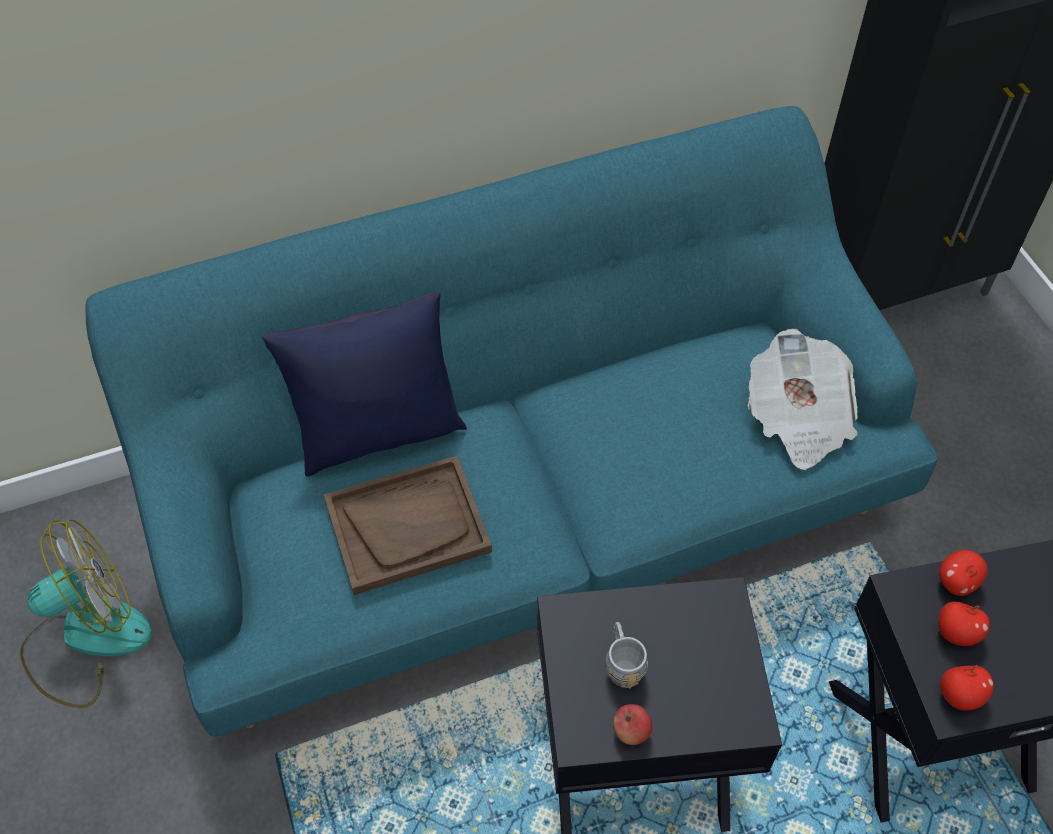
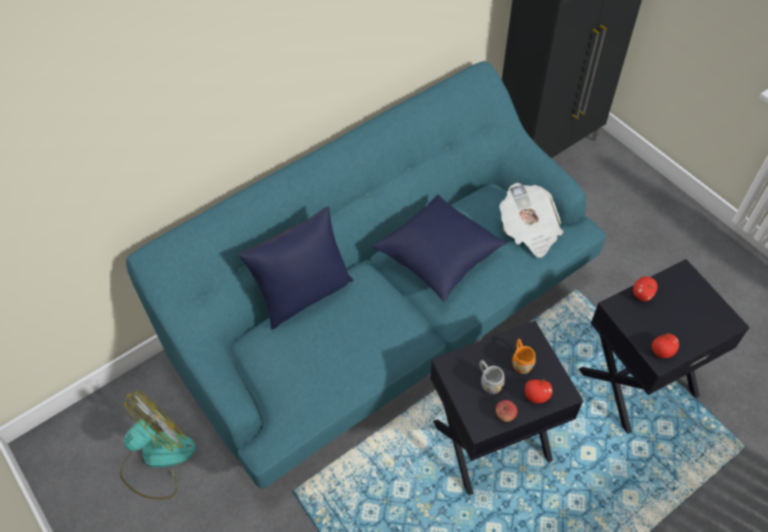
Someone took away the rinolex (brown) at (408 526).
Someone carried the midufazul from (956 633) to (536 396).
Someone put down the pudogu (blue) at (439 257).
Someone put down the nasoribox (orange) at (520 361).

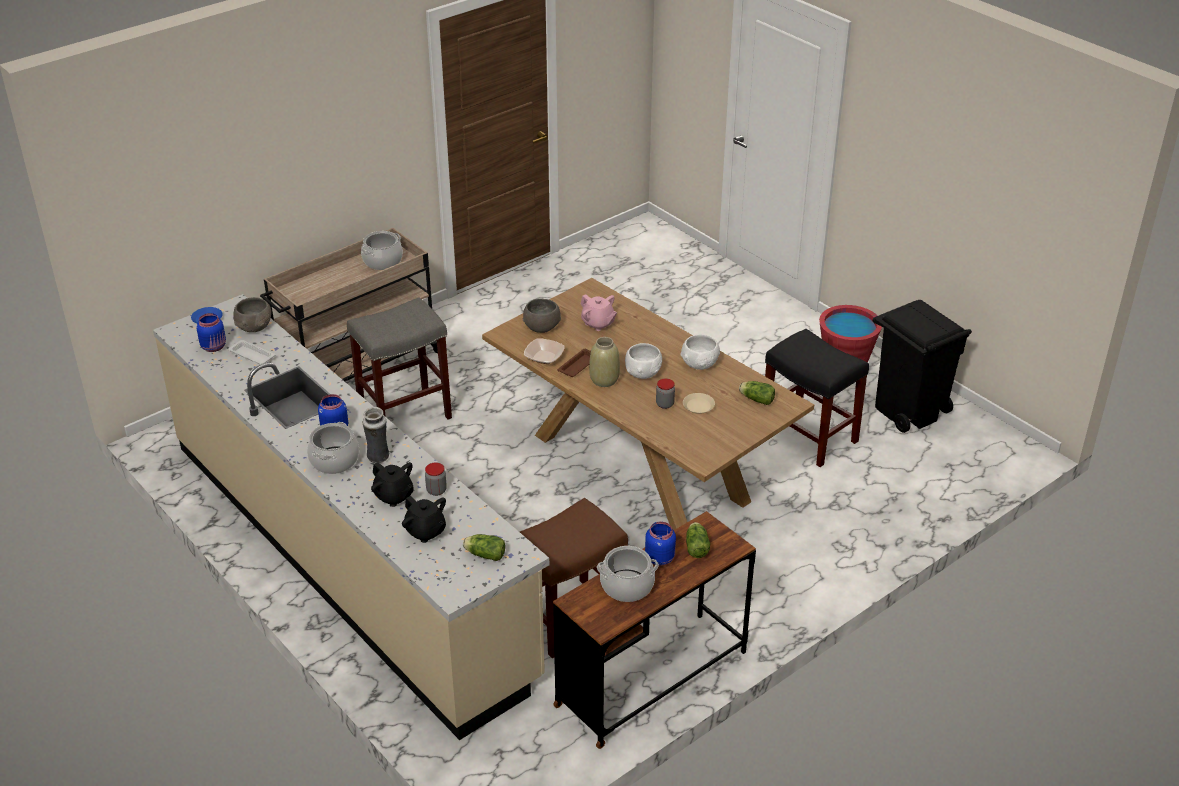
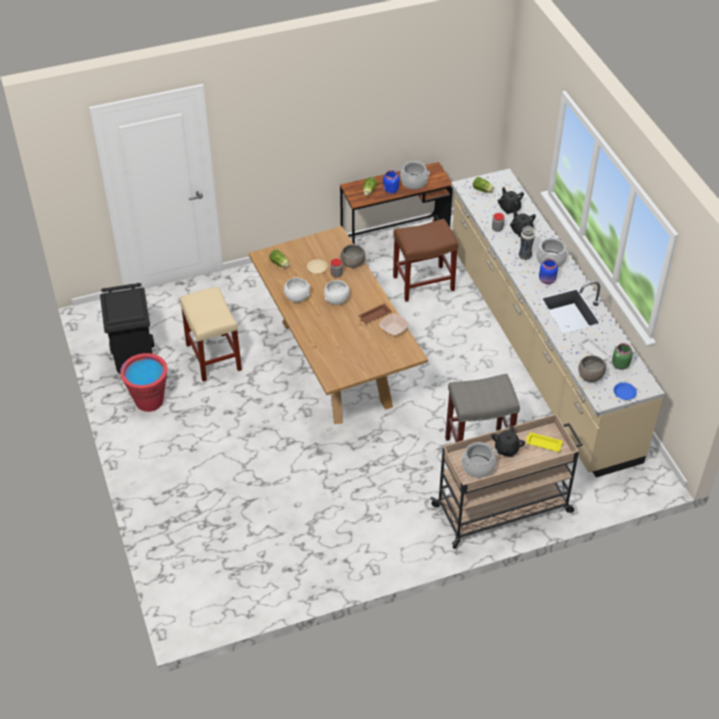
Someone took away the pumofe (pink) at (598 323).
Someone carried the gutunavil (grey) from (542 327) to (353 263).
Someone repainted the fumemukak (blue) at (214 347), which became the fumemukak (green) at (619 364).
Someone repainted the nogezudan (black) at (807 435), which became the nogezudan (beige) at (214 358).
Someone took away the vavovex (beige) at (604 380).
Someone put down the pumofe (black) at (506 449).
Someone put down the rinolex (yellow) at (543 443).

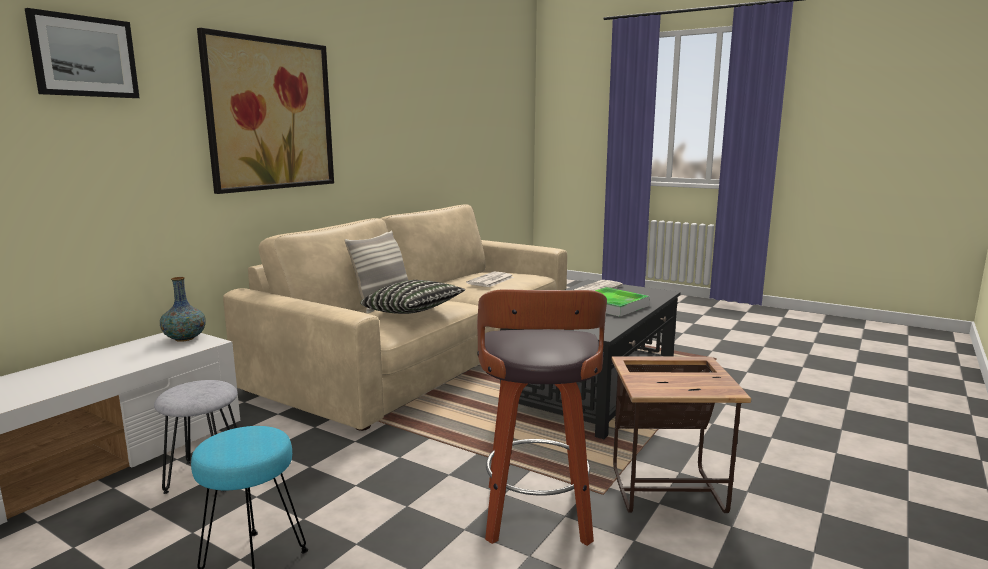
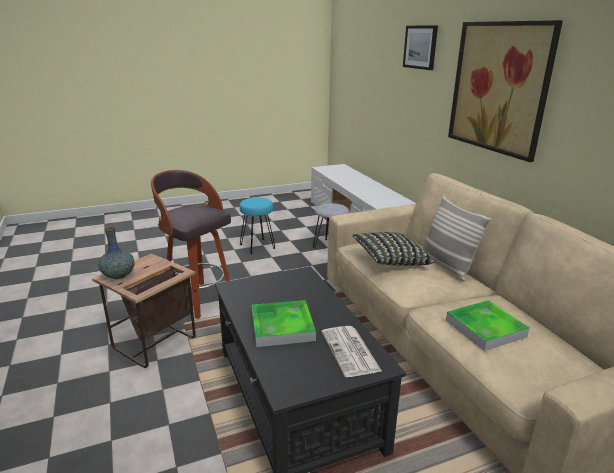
Someone swapped the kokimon at (490 280) for the rinolex at (485 328).
Someone carried the vavovex from (184 338) to (119 275).

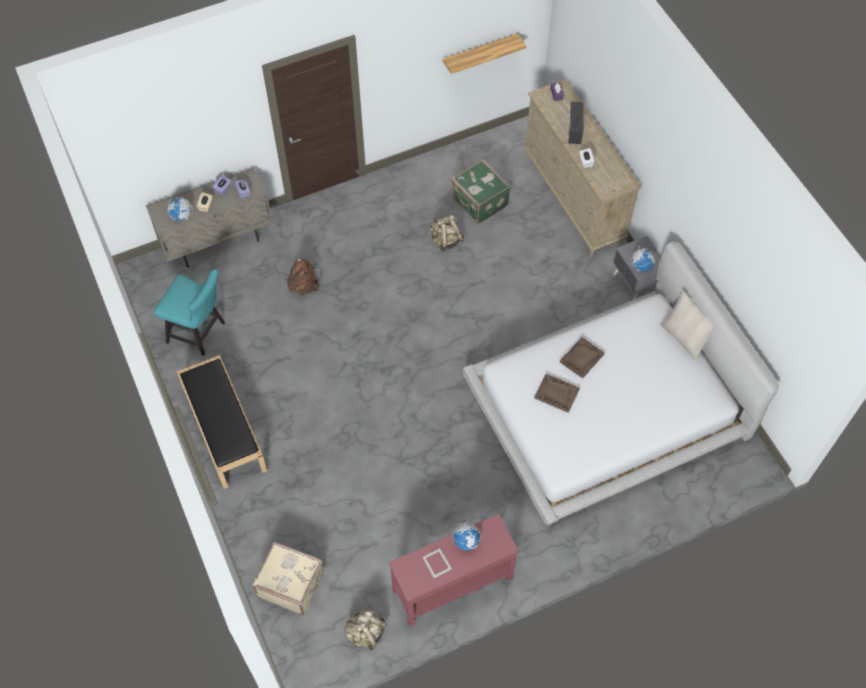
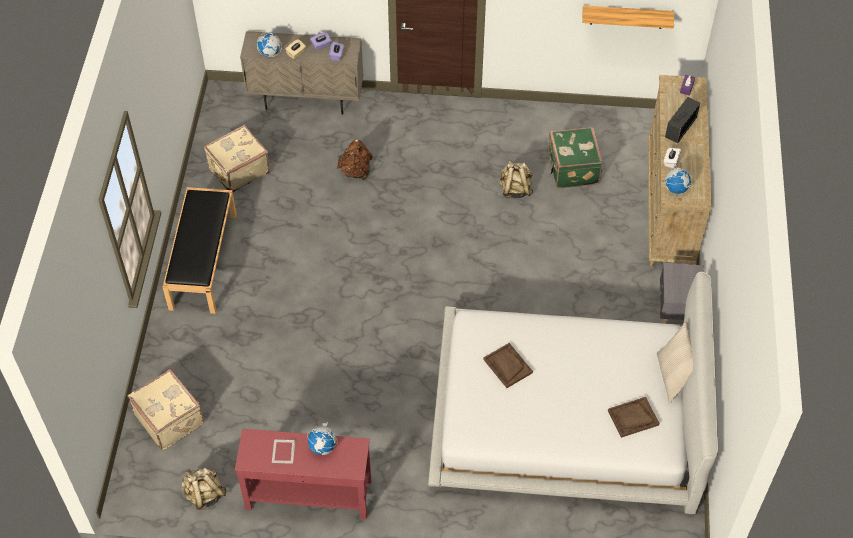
Someone carried the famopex from (641 266) to (676 188).
Someone swapped the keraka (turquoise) at (200 333) for the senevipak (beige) at (238 170).
Someone carried the rinolex (brown) from (581 358) to (633 418).

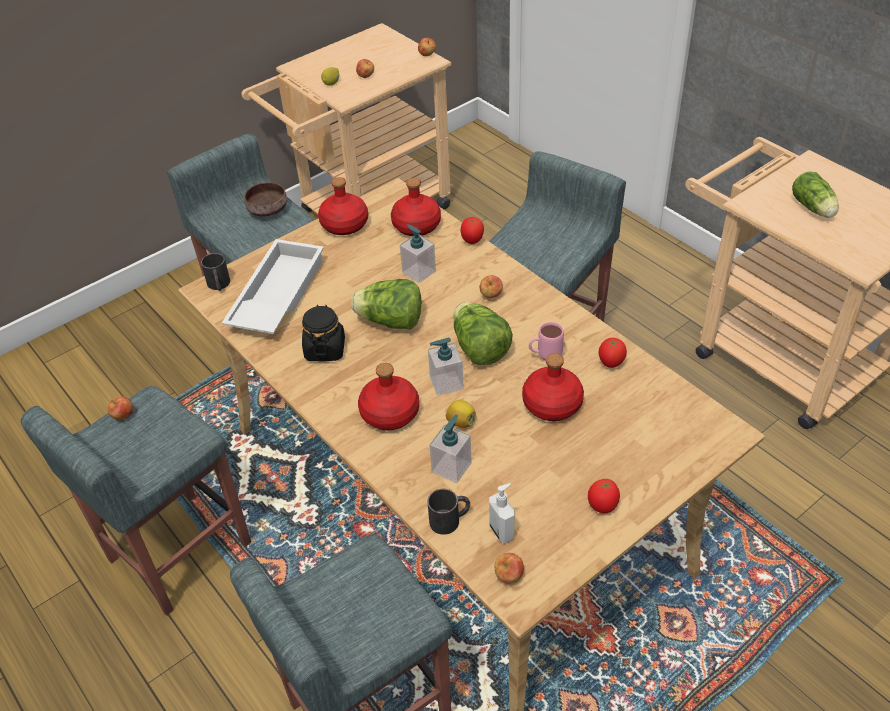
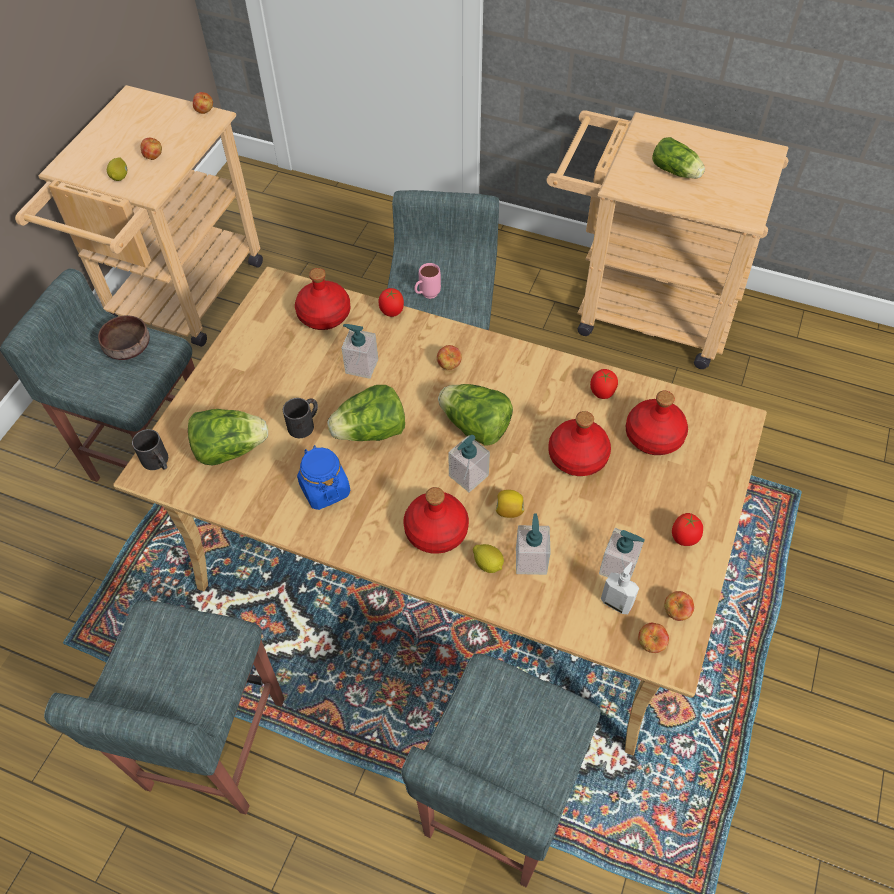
Someone carried the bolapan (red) from (345 225) to (654 436).
Someone swapped the rinolex (white) at (276 295) for the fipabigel at (230 449).
Someone repainted the fumemukak (black) at (325 349), which became the fumemukak (blue) at (325 489).
Someone carried the nasoribox (pink) from (544 357) to (426 295).
Someone carried the midufazul from (123 416) to (676 612).
Someone carried the nasoribox (black) from (450 520) to (305 424).
Someone put down the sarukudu at (618 567).
Someone put down the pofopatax at (488 564).

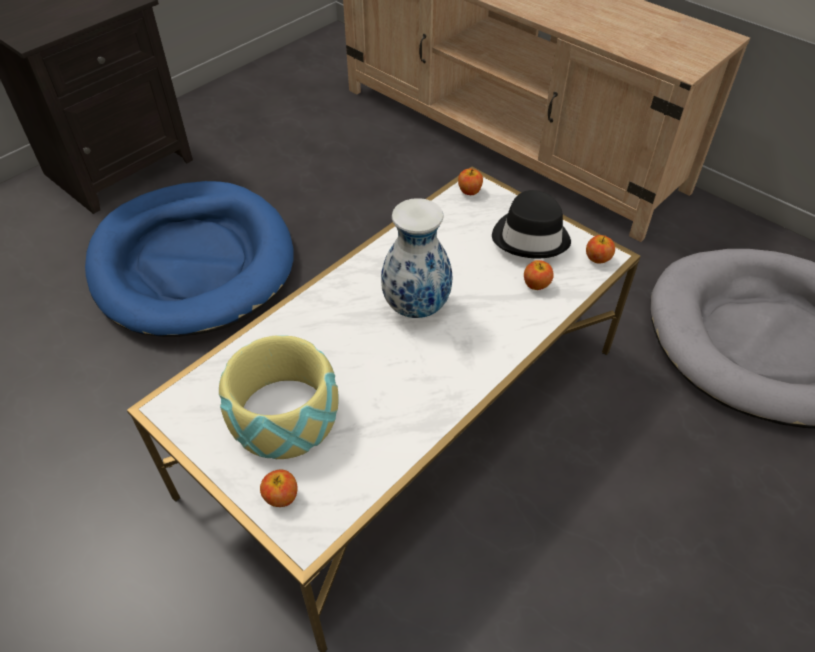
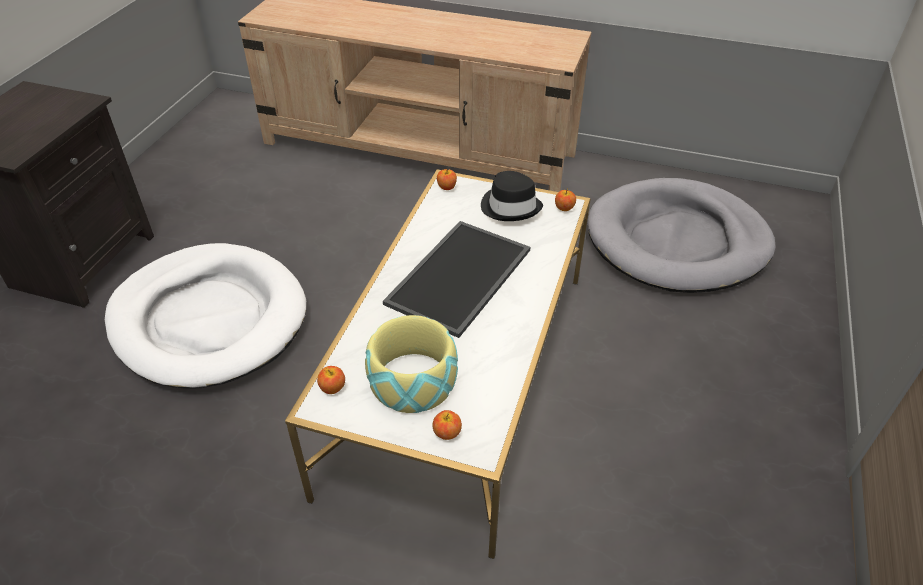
Someone repainted the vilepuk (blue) at (193 263), which became the vilepuk (white) at (209 319).
Someone swapped the vavovex at (416 308) for the rinolex at (460 278).
Someone carried the midufazul from (536 284) to (332 388).

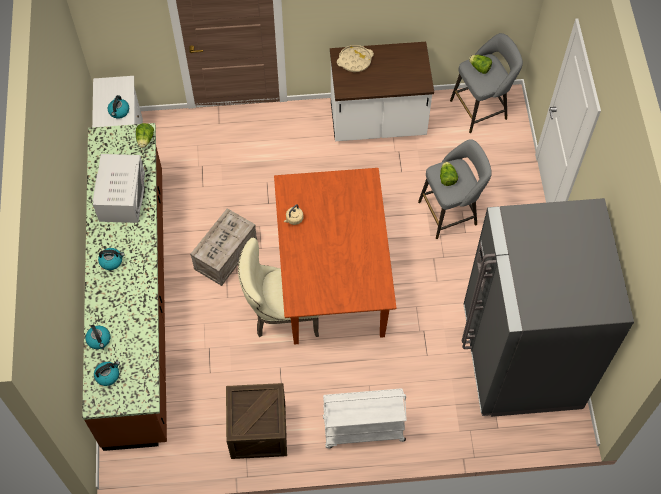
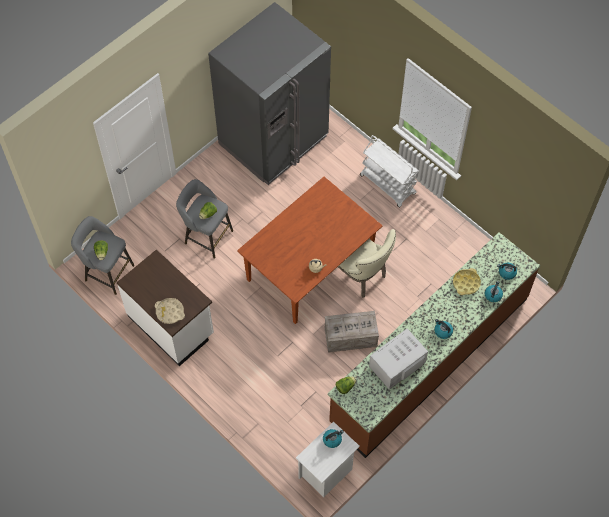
Someone took away the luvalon at (258 430).
Someone put down the rinolex (yellow) at (466 283).

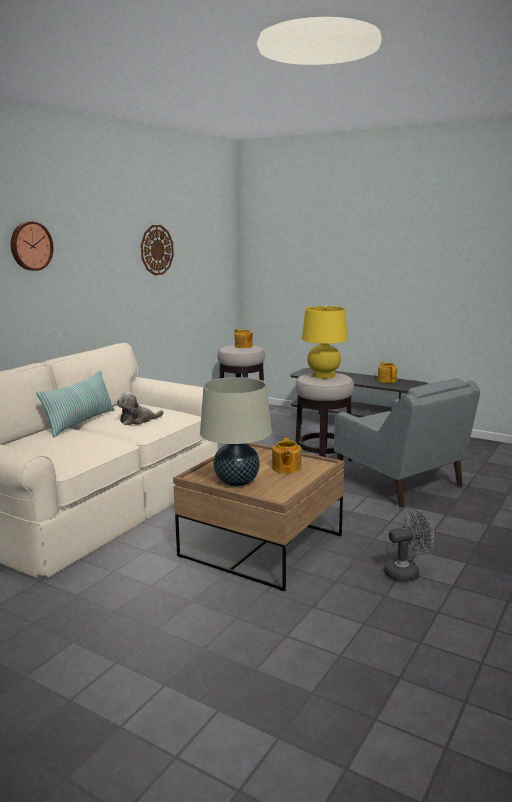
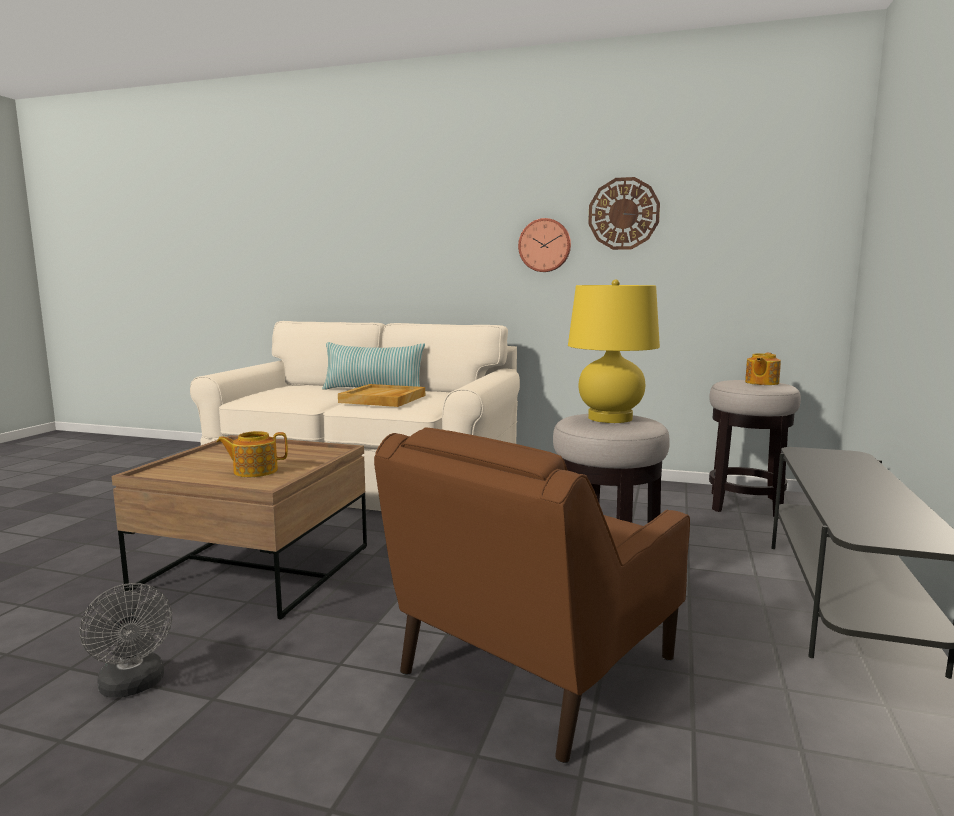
Someone carried the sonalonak from (30 246) to (545 245).
Someone took away the pumofe at (387 380).
Someone took away the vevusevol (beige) at (236 482).
Someone repainted the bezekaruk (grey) at (400 483), which became the bezekaruk (brown) at (535 668).
Someone swapped the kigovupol at (138 420) for the rinolex (beige) at (383 399).

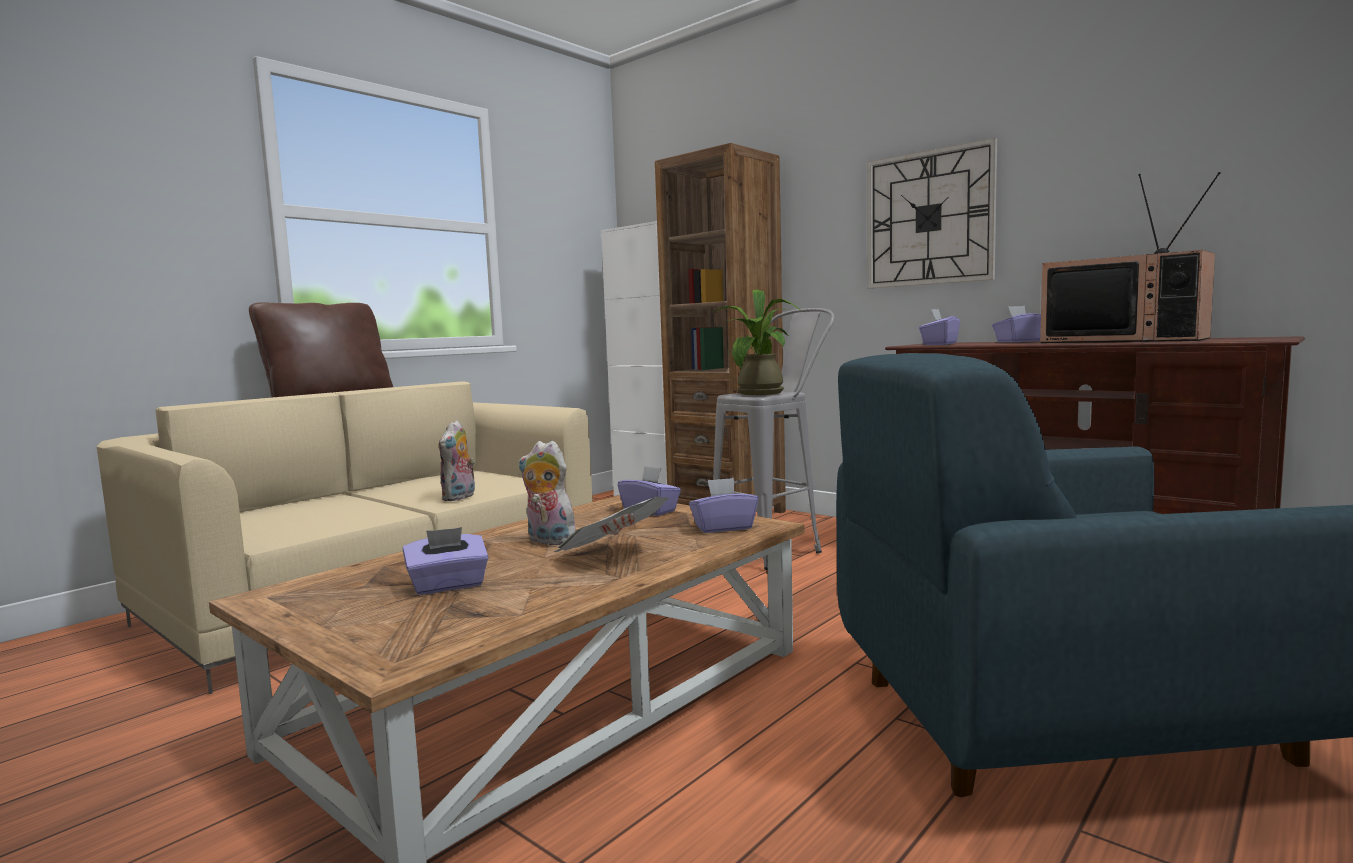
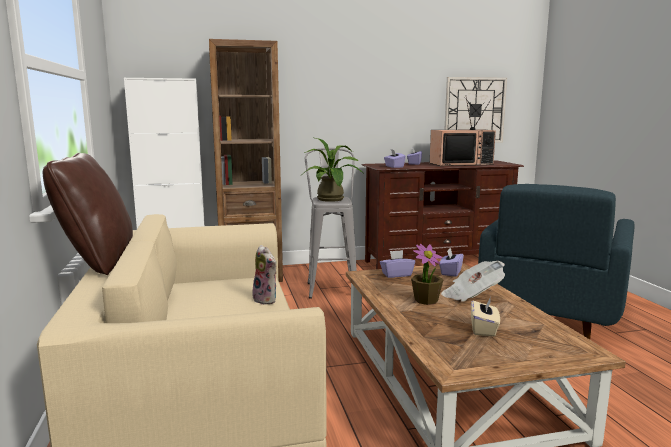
Someone carried the sonalonak from (929 218) to (474 110).
Someone swapped the kigovupol at (548 541) for the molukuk at (426 300).
Someone repainted the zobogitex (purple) at (448 586), which became the zobogitex (beige) at (484 329).

